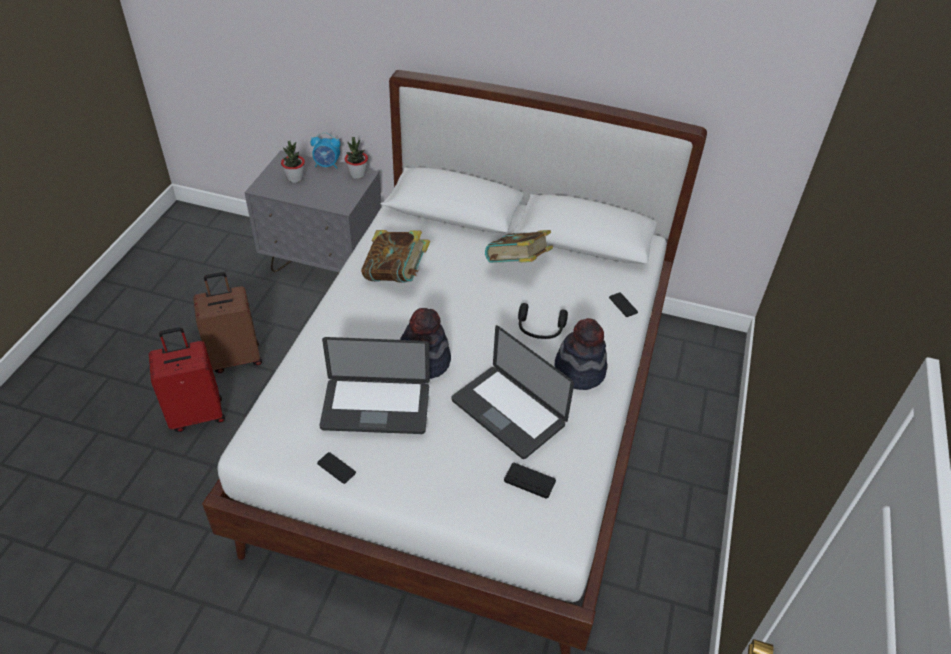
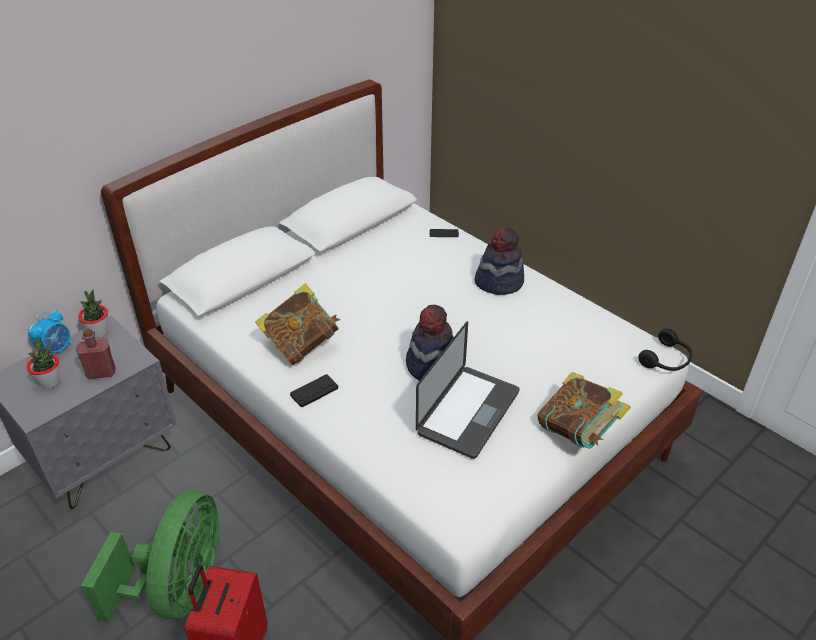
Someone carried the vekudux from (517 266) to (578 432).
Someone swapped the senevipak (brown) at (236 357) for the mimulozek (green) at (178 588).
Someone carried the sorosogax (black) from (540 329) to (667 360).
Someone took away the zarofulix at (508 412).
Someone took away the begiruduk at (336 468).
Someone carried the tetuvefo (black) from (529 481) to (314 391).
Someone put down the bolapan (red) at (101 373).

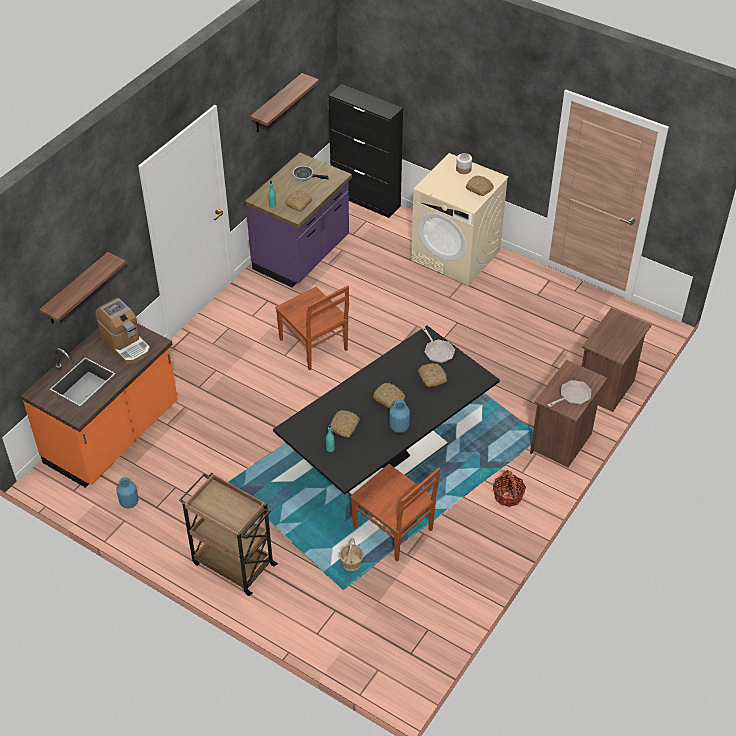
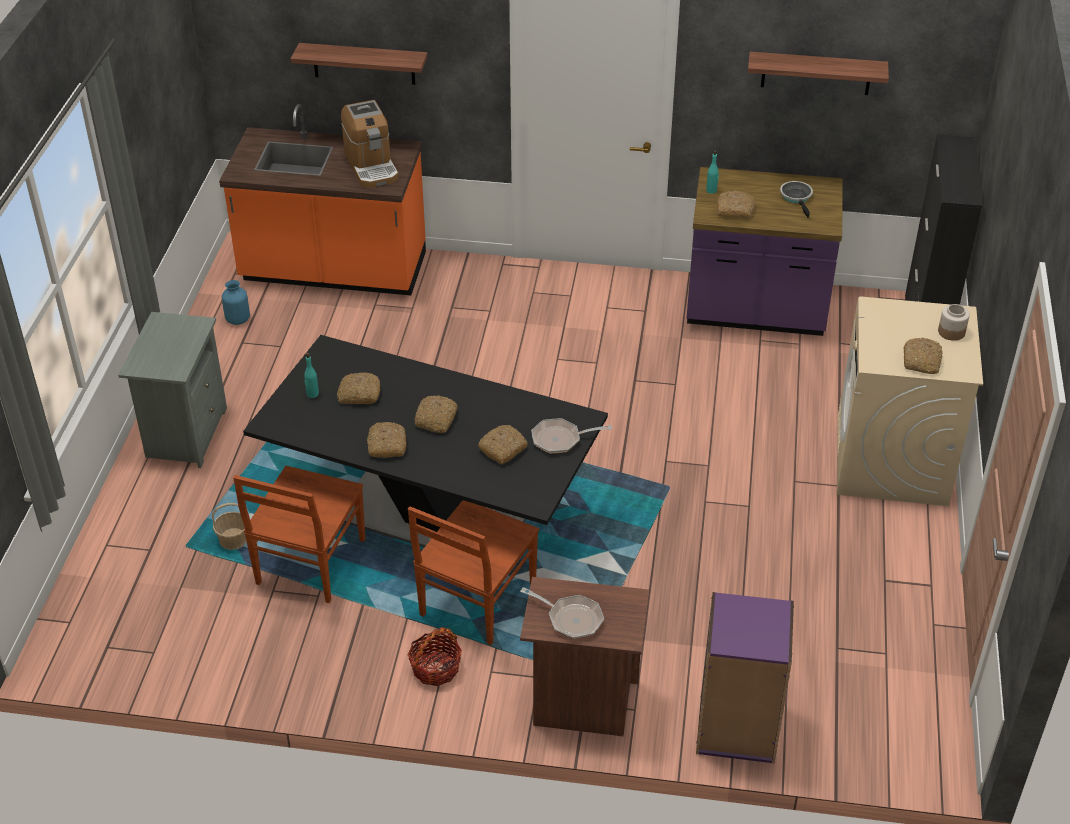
Someone carried the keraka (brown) from (314 346) to (476 601).
Someone rotated the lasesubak at (126 344) by 45 degrees counterclockwise.
Someone swapped the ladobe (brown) at (606 388) for the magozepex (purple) at (736 728).
Someone rotated the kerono at (438 351) by 45 degrees clockwise.
Someone swapped the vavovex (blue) at (398 427) for the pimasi at (386 445).
Someone swapped the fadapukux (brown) at (232 563) for the ladobe (grey) at (185 433).

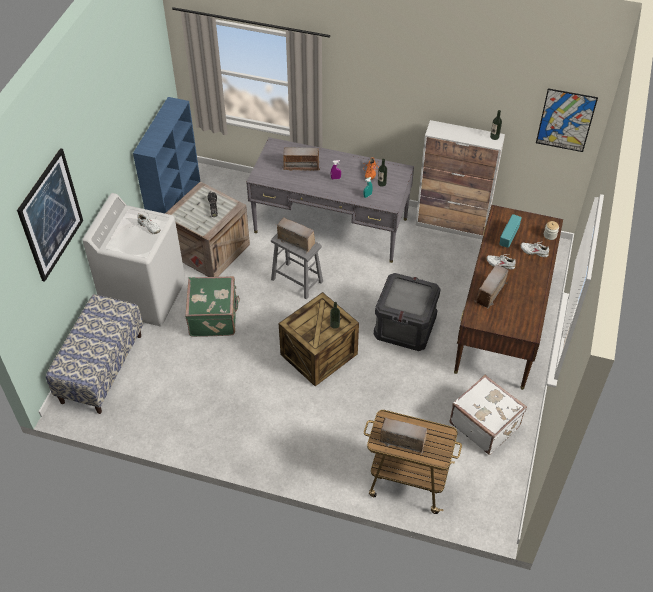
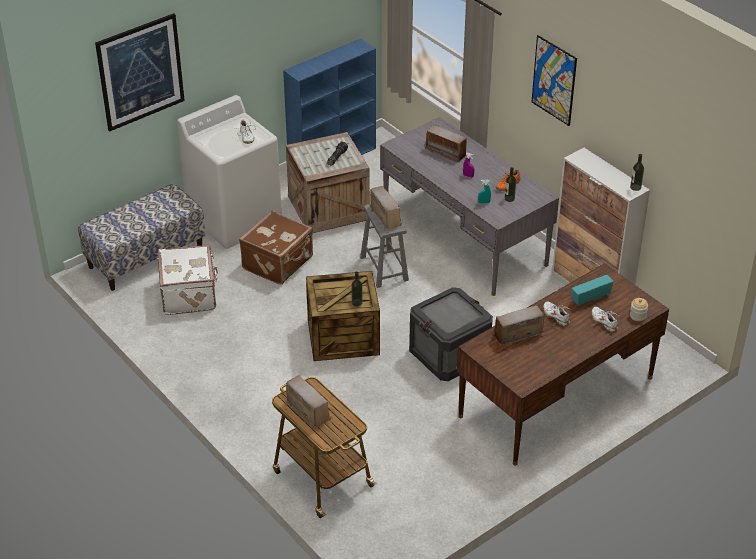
Someone carried the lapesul from (565 120) to (554 80).
Someone repainted the senevipak (green) at (214 317), which became the senevipak (brown) at (279 263).
Someone carried the senevipak (white) from (485 424) to (190 294).

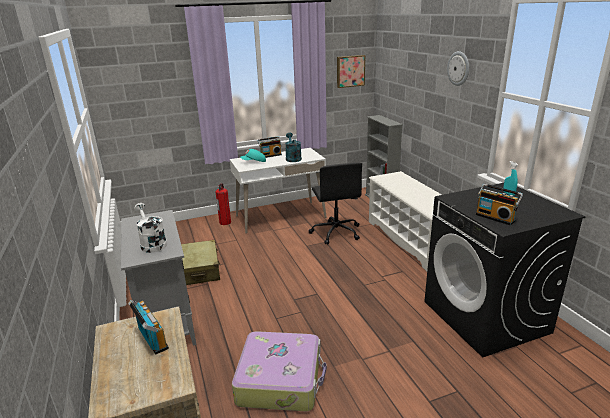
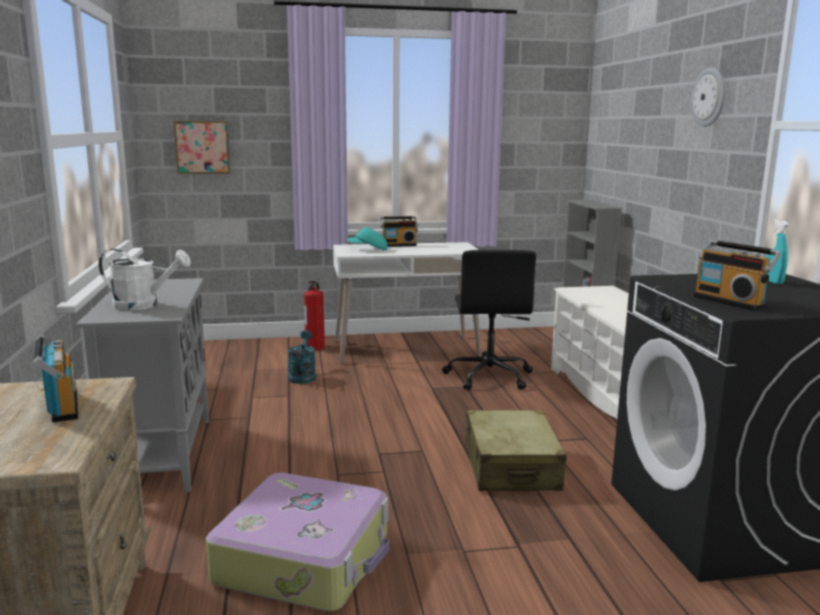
Someone carried the lapesul from (350 71) to (202 147).
Someone carried the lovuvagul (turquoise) from (292 158) to (302 376).
Someone rotated the lovuvagul (white) at (152 243) by 120 degrees clockwise.
Someone carried the senevipak (beige) from (198 270) to (511 467).

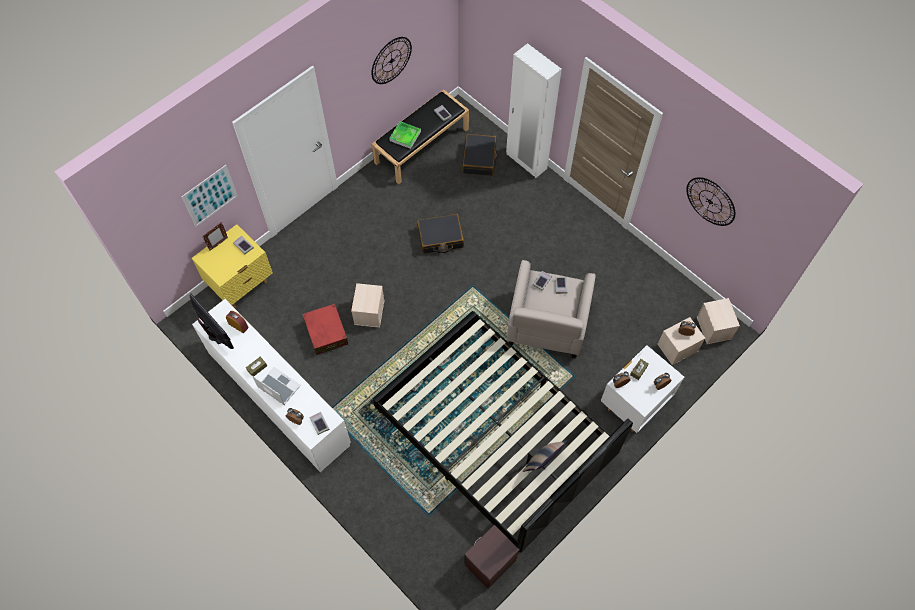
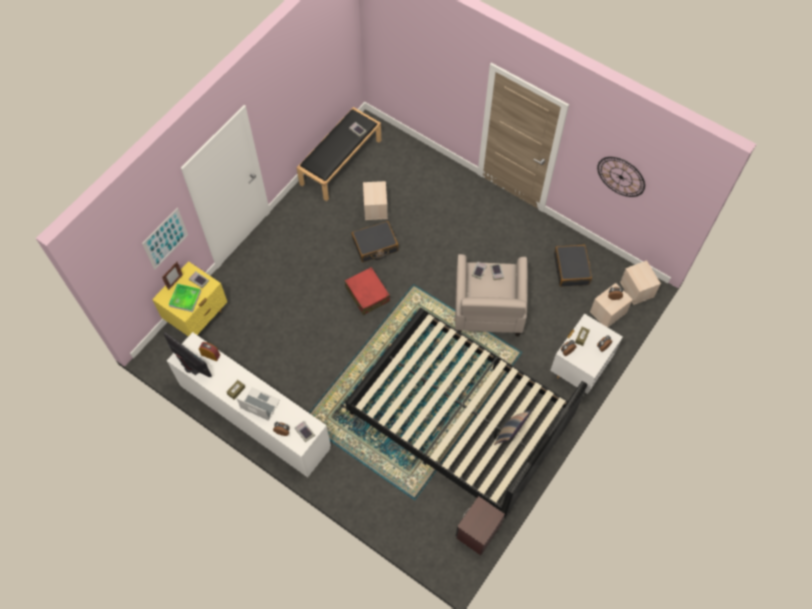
Someone took away the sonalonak at (391 60).
Someone took away the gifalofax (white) at (526 162).
Someone carried the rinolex from (405 136) to (185 298).
Someone carried the senevipak (black) from (479 159) to (571 269).
Someone carried the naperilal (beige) from (369 312) to (375 207).
Someone carried the senevipak (red) from (326 332) to (367 294).

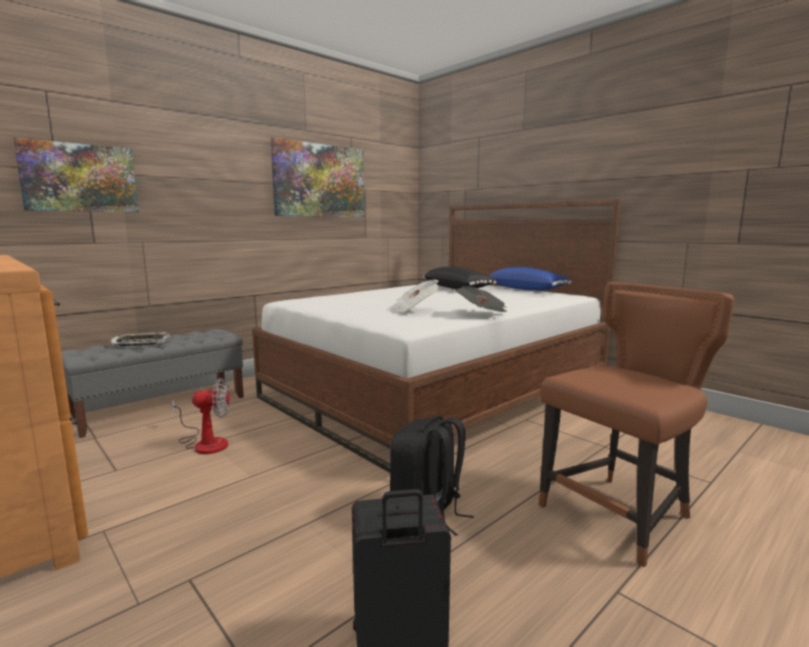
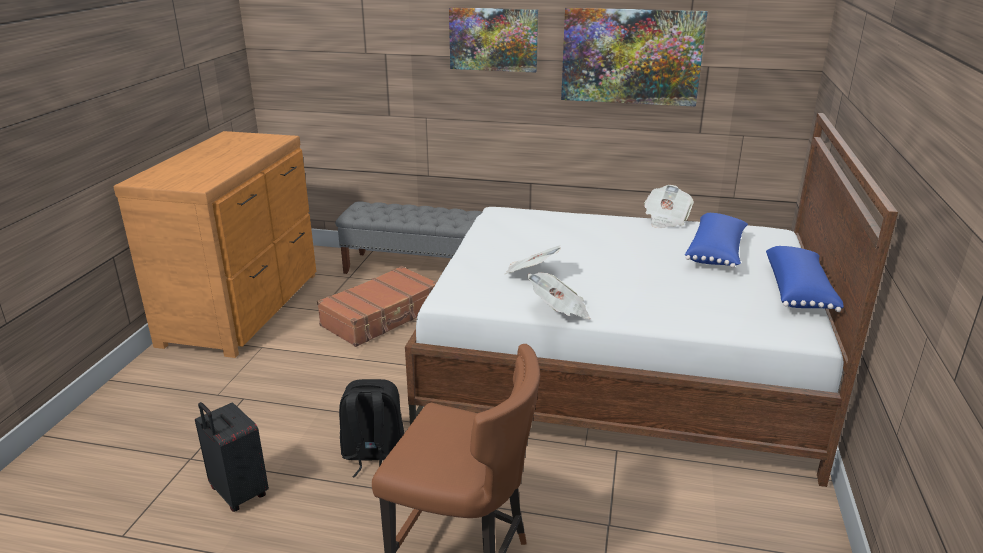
Someone carried the lapesul from (80 178) to (493 39).
Someone repainted the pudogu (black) at (458 288), which became the pudogu (blue) at (716 253).
Someone took away the rinolex at (141 343).
Someone swapped the mimulozek at (205 443) for the senevipak (brown) at (382 317).
Someone put down the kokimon at (665 220).

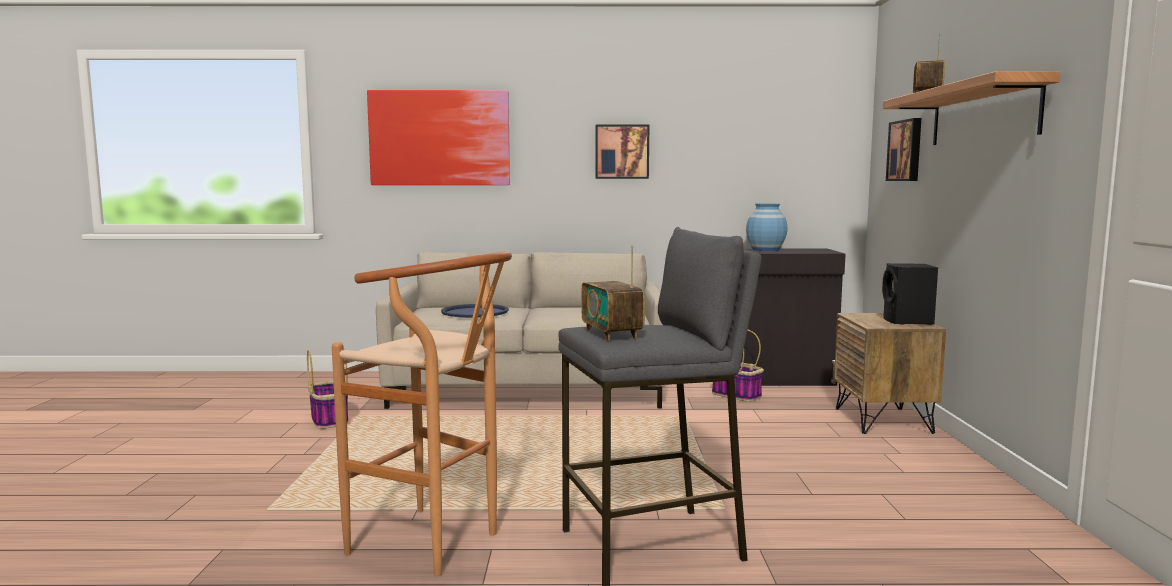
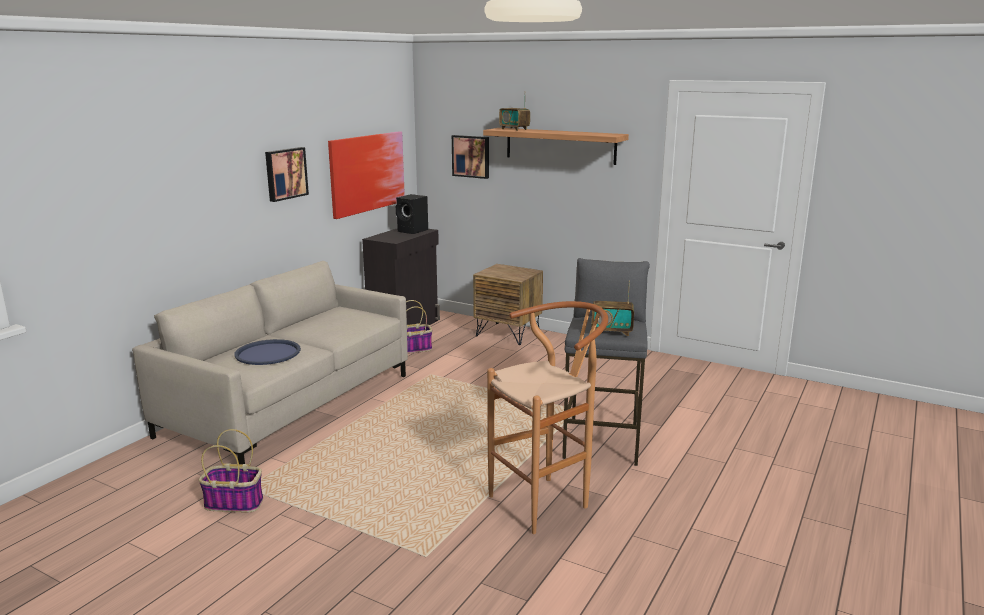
Someone carried the lapesul from (439 138) to (367 173).
Someone took away the vavovex (blue) at (765 250).
Someone carried the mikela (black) from (908 321) to (413 231).

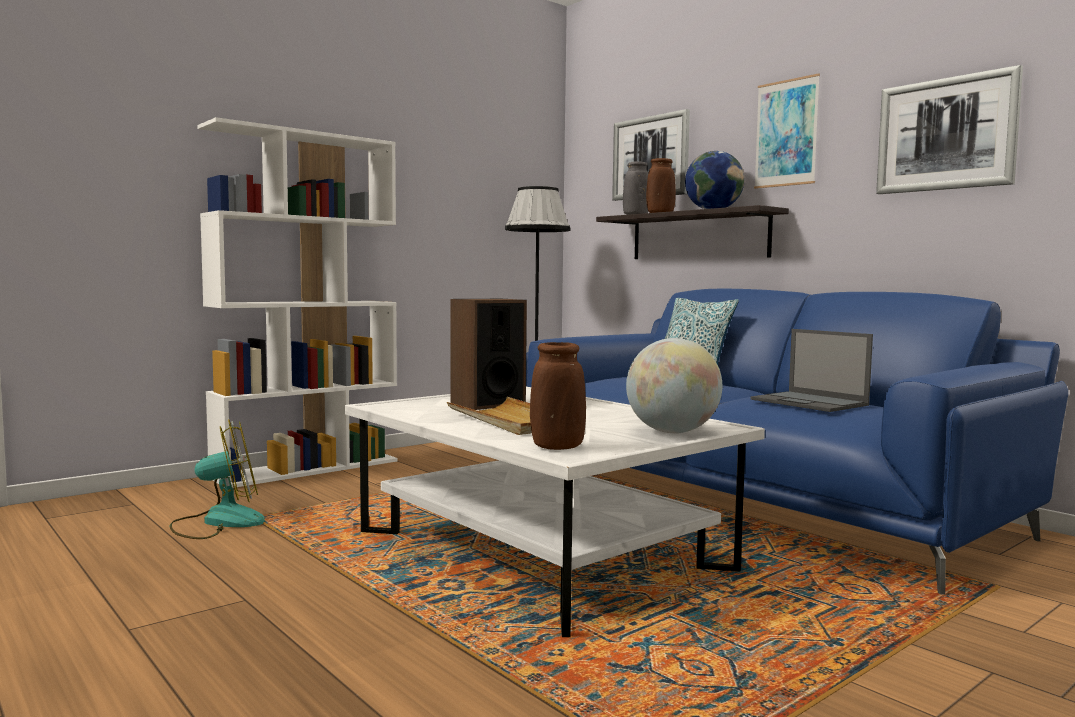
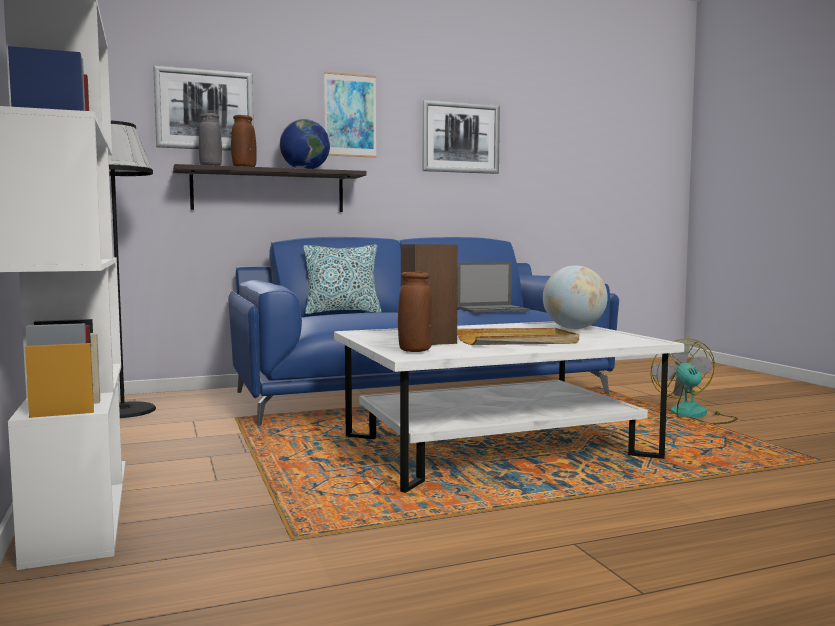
Someone carried the vavovex (brown) from (557 447) to (415 350).
Someone carried the mimulozek from (218 522) to (694 416).

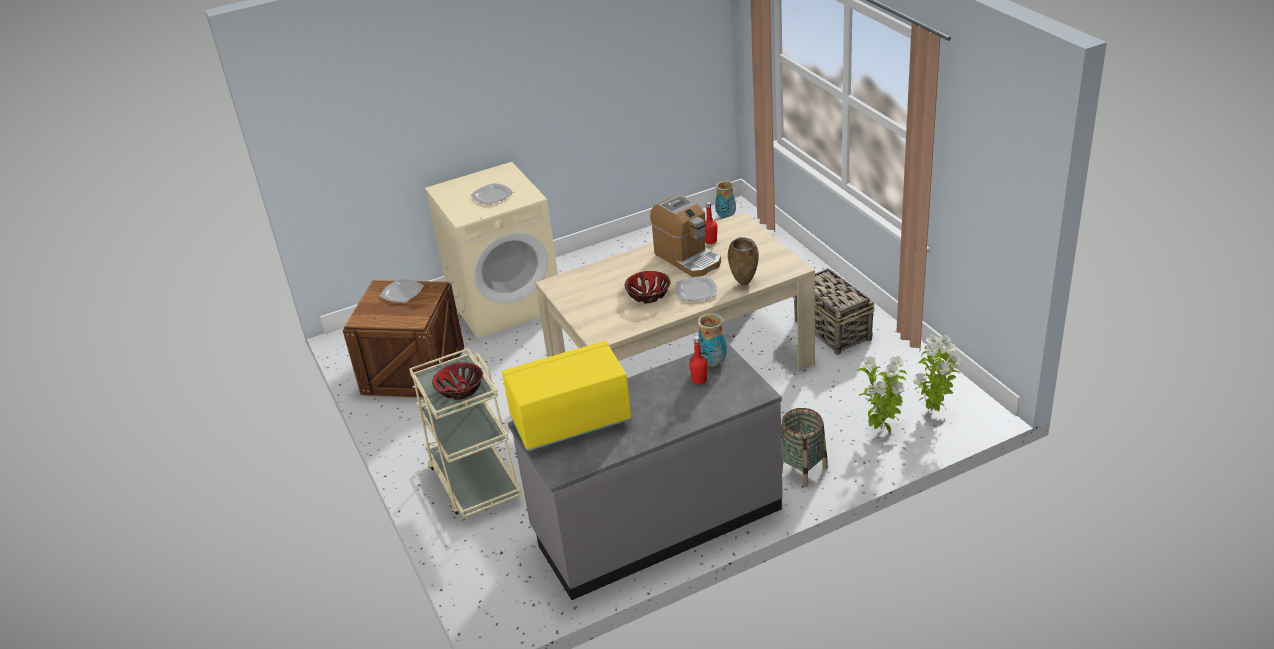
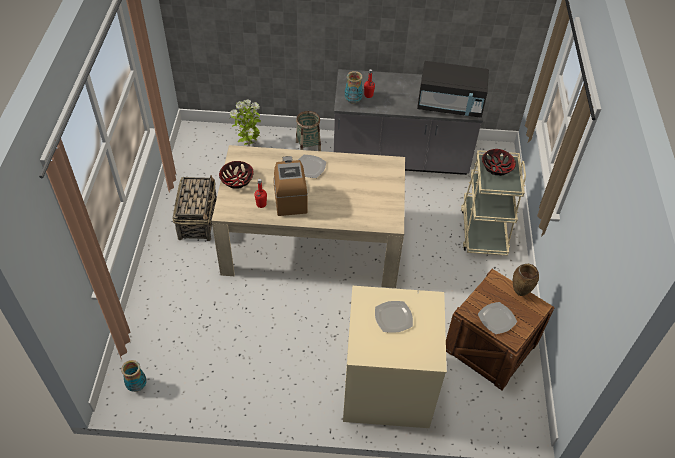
Someone carried the vavovex (brown) from (744 283) to (519 293).
Someone carried the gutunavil from (648 295) to (237 181).
Someone took away the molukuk at (932 411).
Someone repainted the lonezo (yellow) at (570 421), which became the lonezo (black) at (450 105).

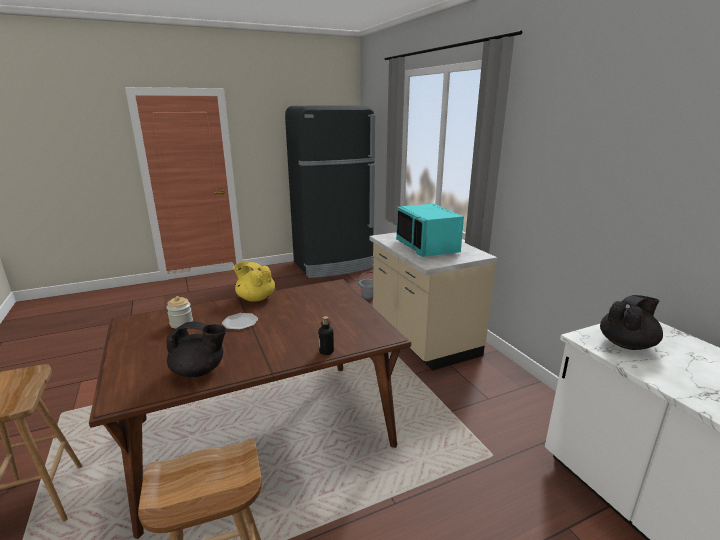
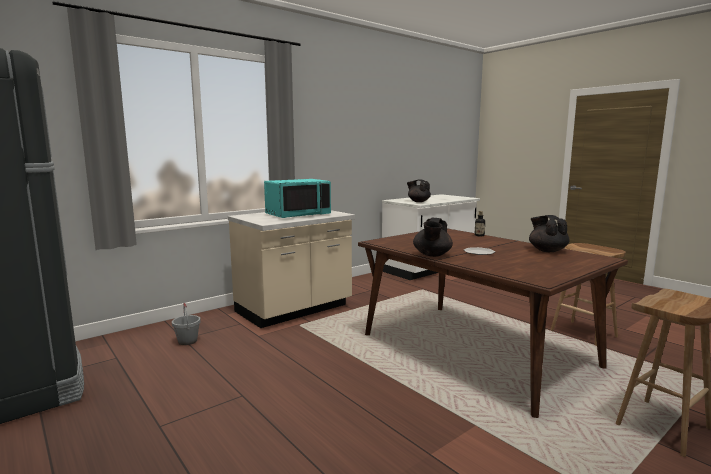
Someone repainted the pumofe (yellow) at (255 298), which became the pumofe (black) at (432 255).
Someone took away the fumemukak at (181 323).

